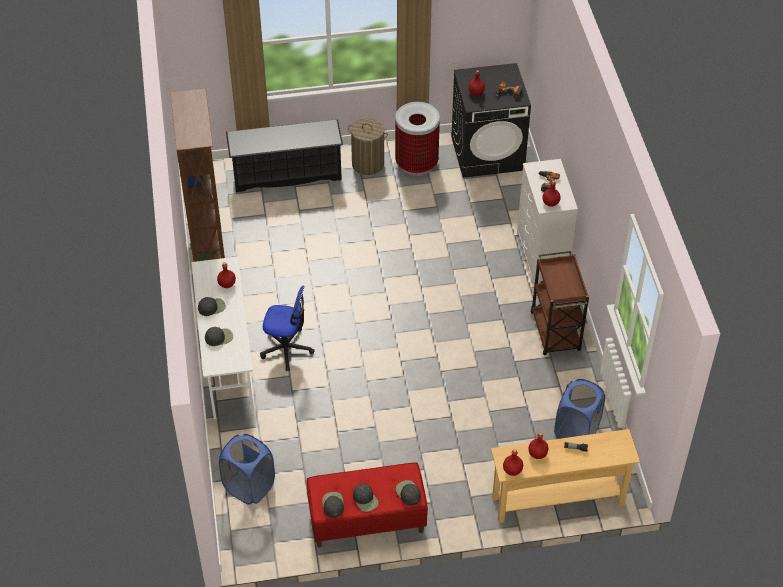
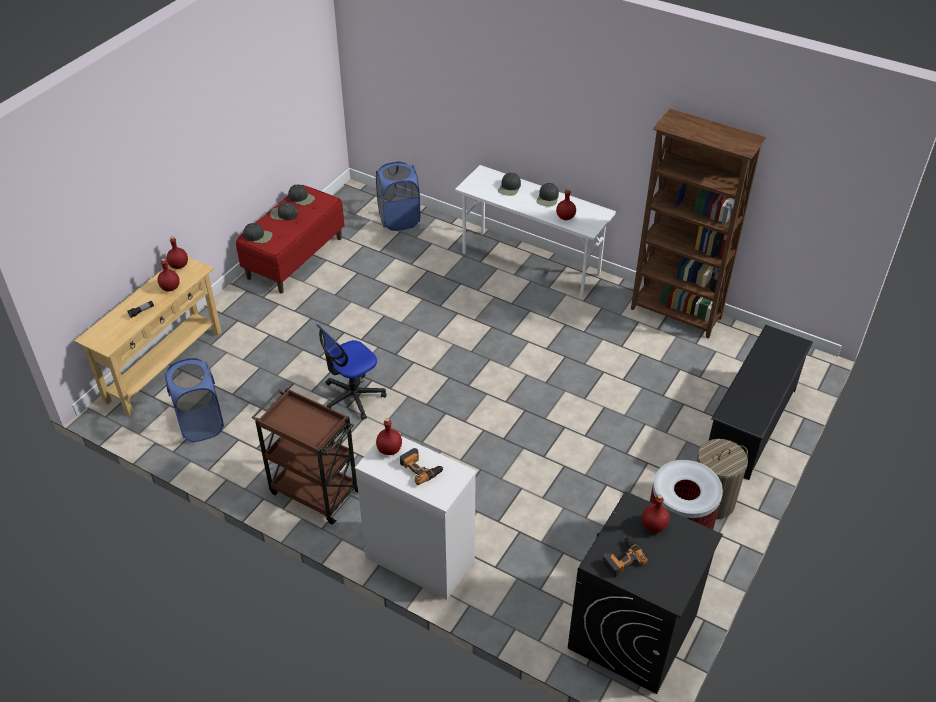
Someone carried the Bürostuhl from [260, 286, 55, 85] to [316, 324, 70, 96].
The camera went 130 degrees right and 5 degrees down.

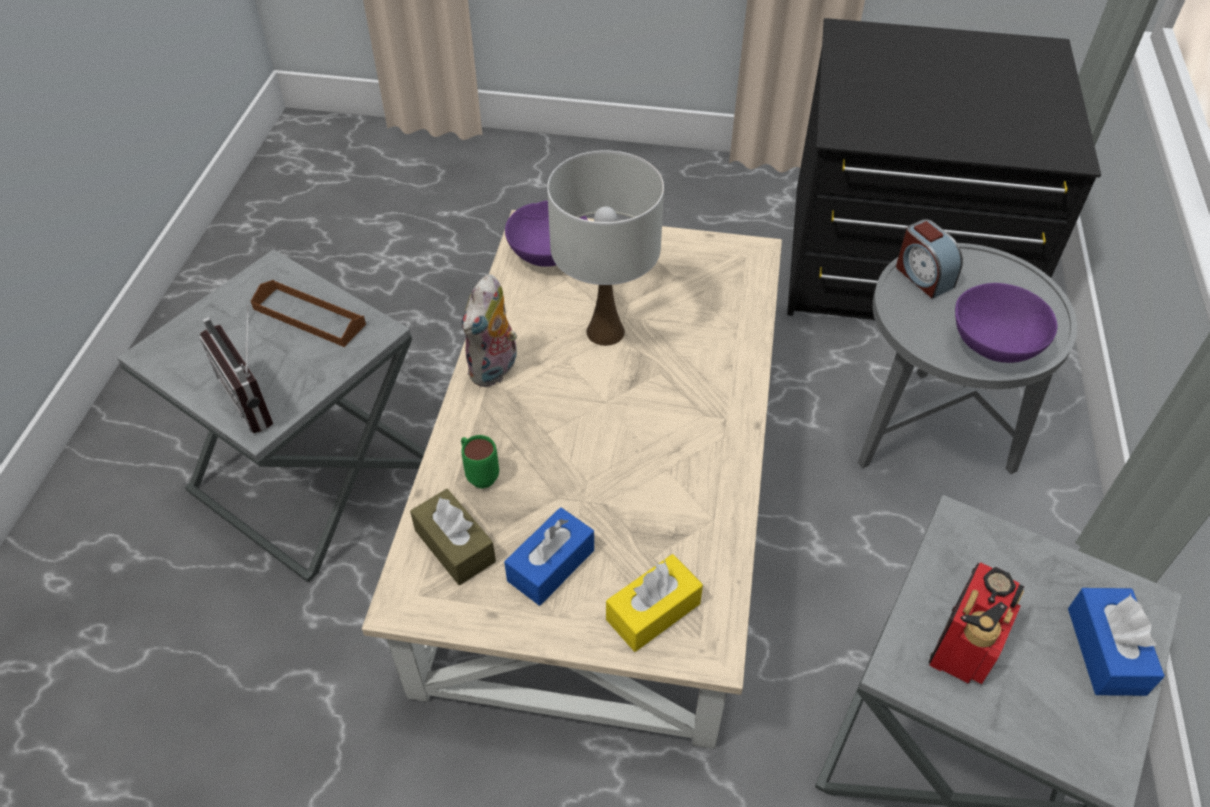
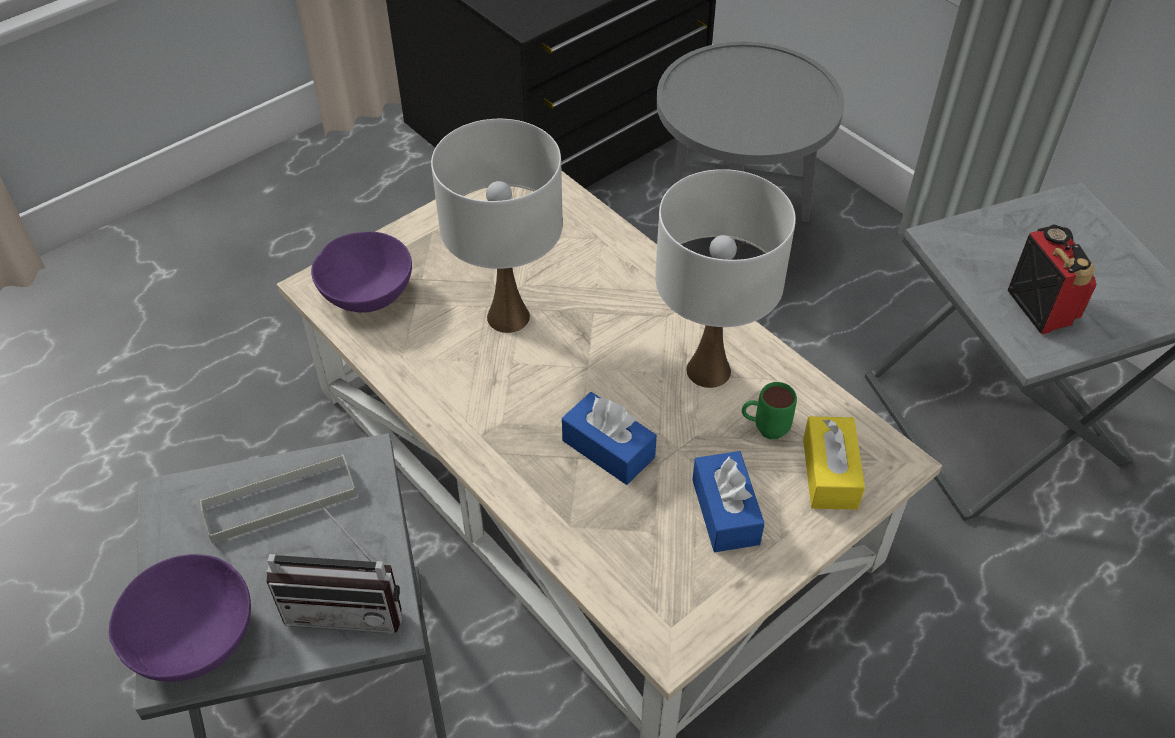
Someone repainted the Tablett (braun) at [251, 280, 115, 67], which became the Tablett (grau) at [200, 454, 157, 90].
Someone took away the Taschentuchbox (braun) at [410, 489, 86, 96].
Someone carried the Henkelbecher (grün) from [461, 435, 38, 54] to [742, 382, 55, 57].
Someone took away the Plüschtier at [462, 274, 55, 113].
Someone took away the Wecker at [896, 219, 67, 80].
Someone carried the Schüssel (lila) from [955, 283, 102, 80] to [109, 554, 142, 128].
Someone carried the Taschentuchbox (blau) from [1068, 588, 97, 108] to [562, 392, 95, 93].
Someone put down the Tischlampe (weiß) at [655, 169, 141, 219].
The camera went 50 degrees left and 0 degrees up.

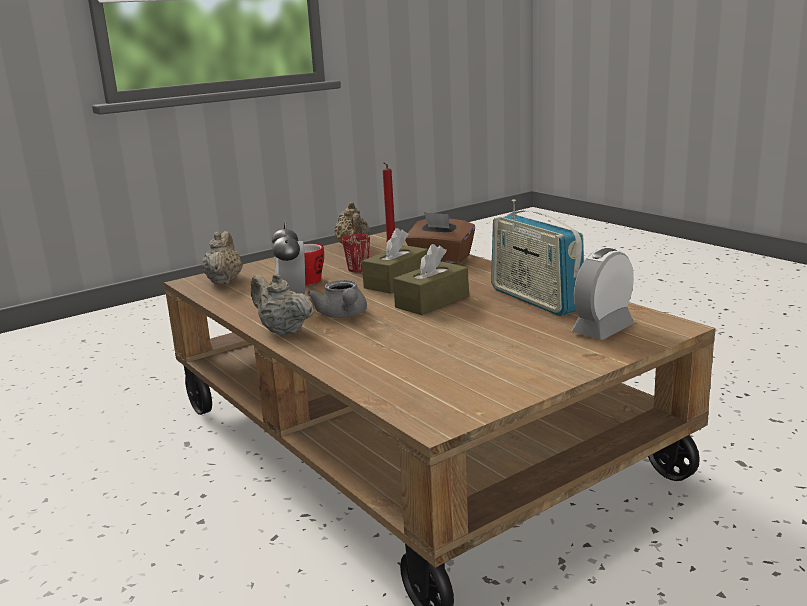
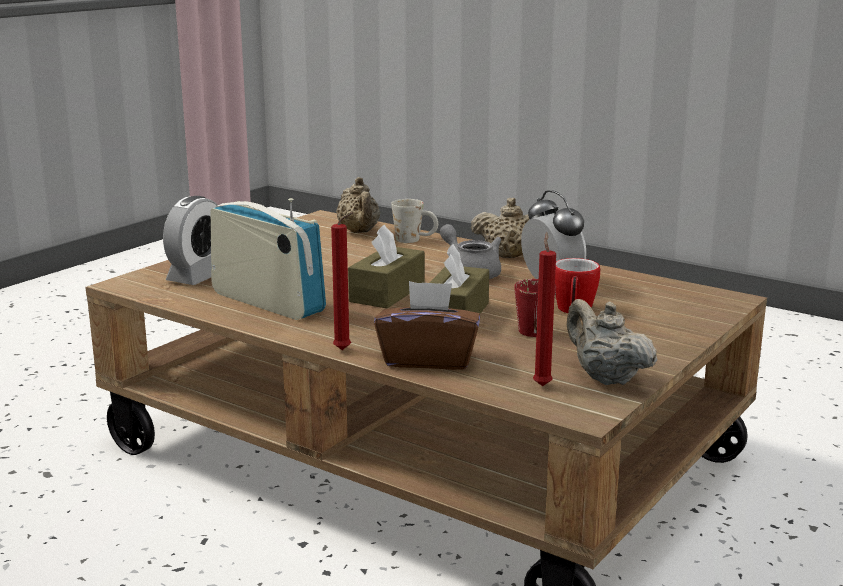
Someone carried the Teekanne (beige) from [202, 231, 41, 53] to [336, 177, 44, 56].
Someone put down the Kerze (rot) at [331, 212, 22, 138].
Someone put down the Henkelbecher (weiß) at [391, 199, 47, 44].
The camera went 160 degrees right and 0 degrees up.

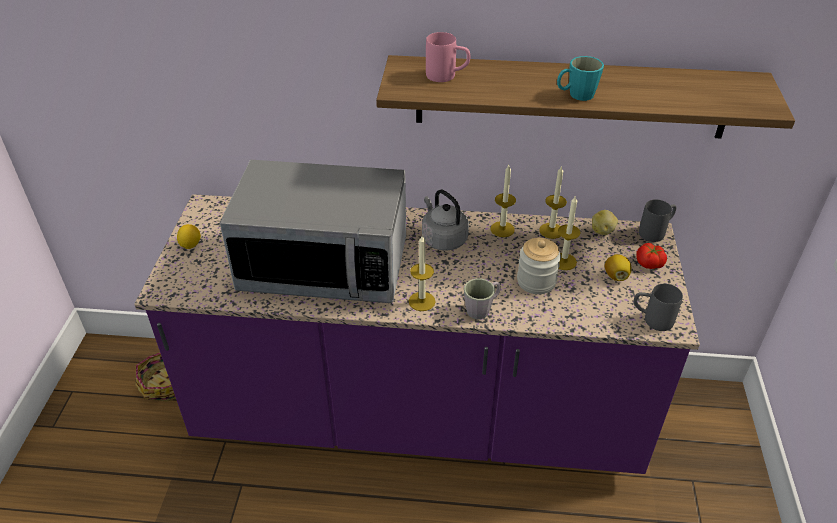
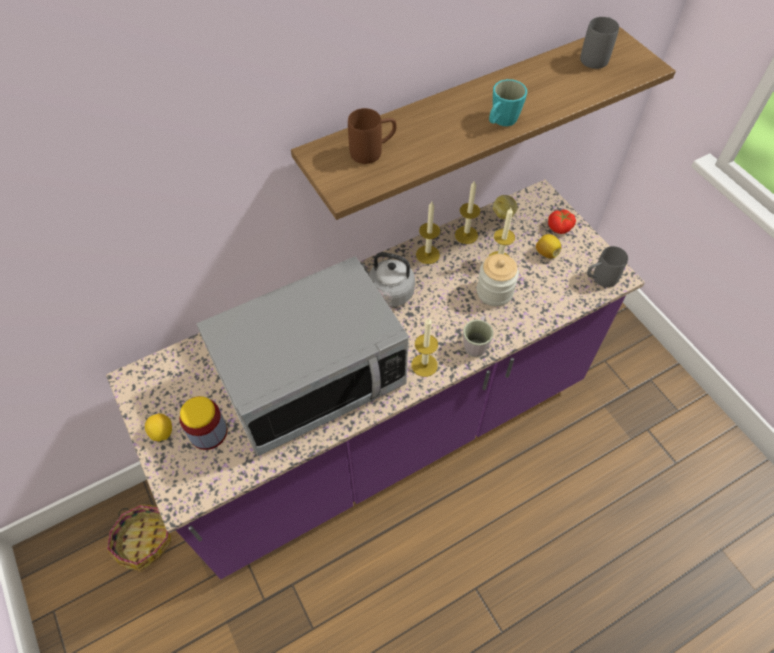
Someone repainted the Henkelbecher (rosa) at [426, 32, 44, 50], which became the Henkelbecher (braun) at [348, 108, 49, 56].
Someone carried the Henkelbecher (grau) from [639, 199, 37, 43] to [580, 17, 39, 52].
Someone put down the Vorratsglas at [180, 396, 47, 54].
The camera went 35 degrees left and 15 degrees up.

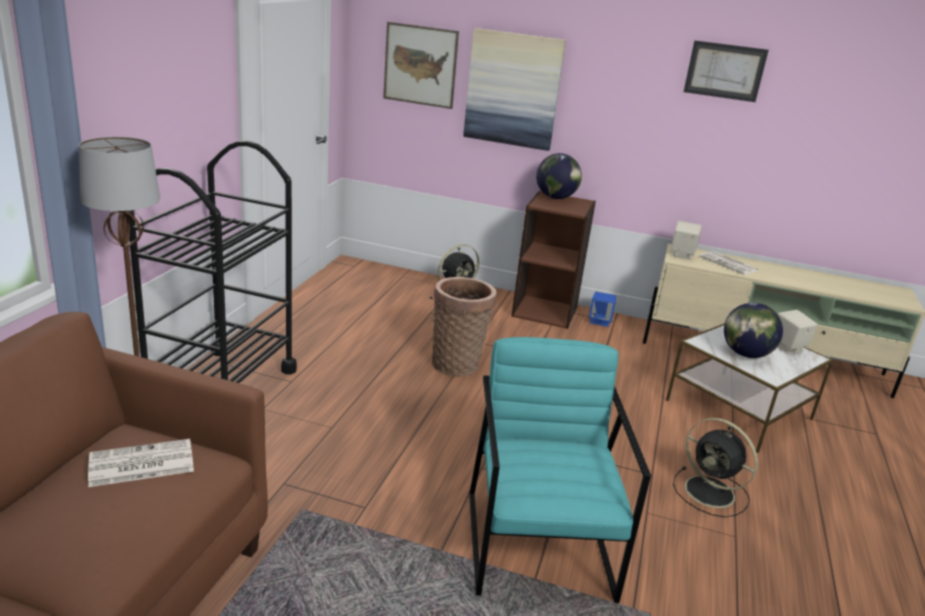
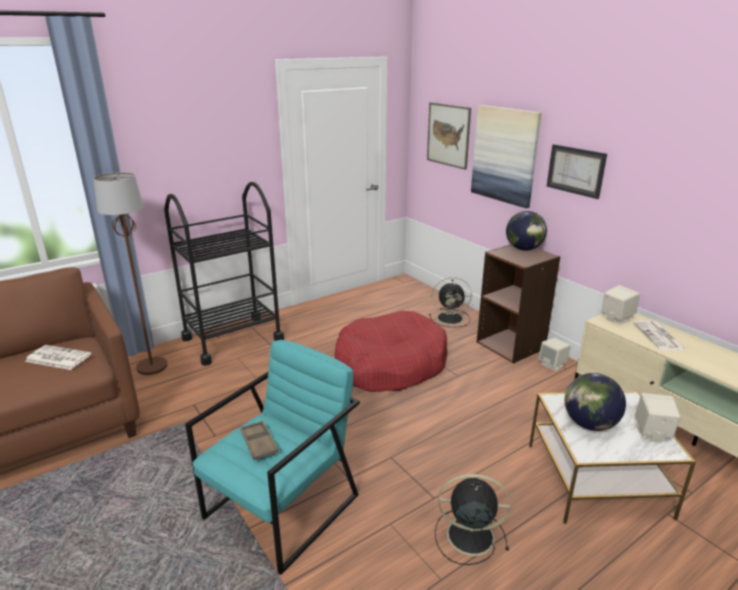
Someone swapped the Korb at [432, 277, 64, 99] for the Hundebett (rot) at [334, 311, 114, 81].
Someone repainted the Lautsprecher (blau) at [589, 292, 27, 35], which became the Lautsprecher (beige) at [538, 338, 33, 33].
Someone rotated the Ventilator (schwarz) at [673, 418, 85, 99] by 105 degrees clockwise.
Someone carried the Bild from [684, 40, 85, 62] to [546, 144, 61, 55].
Someone put down the Tablett (braun) at [240, 421, 38, 39].
The camera went 40 degrees right and 0 degrees up.

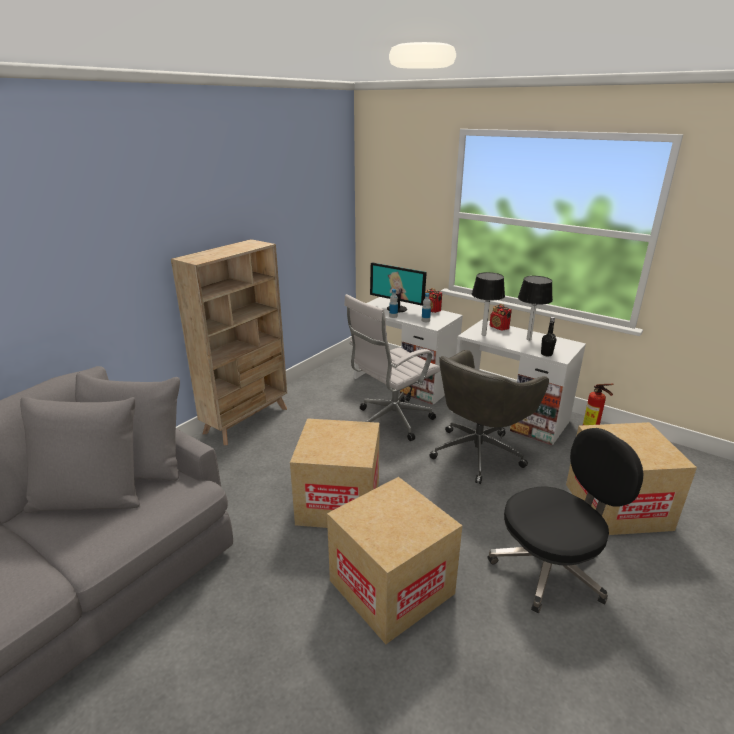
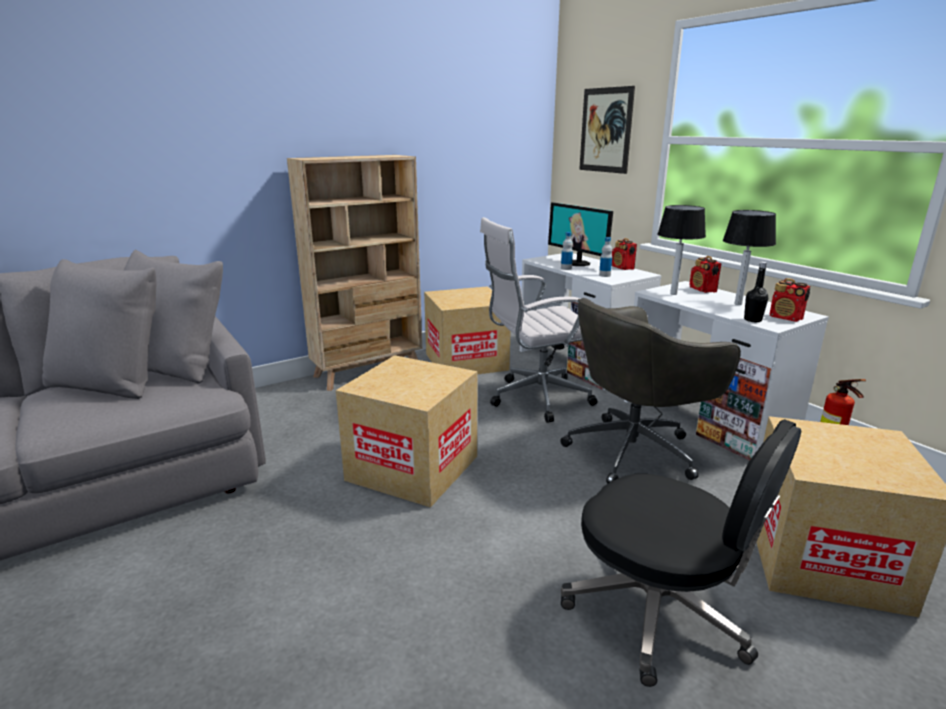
Someone carried the Karton from [327, 477, 136, 167] to [424, 286, 86, 89].
Someone rotated the Bürostuhl (schwarz) at [487, 428, 156, 186] by 45 degrees clockwise.
Someone put up the Bild at [579, 86, 56, 88].
Someone put down the Radio at [770, 278, 40, 44].
The camera went 20 degrees right and 5 degrees down.

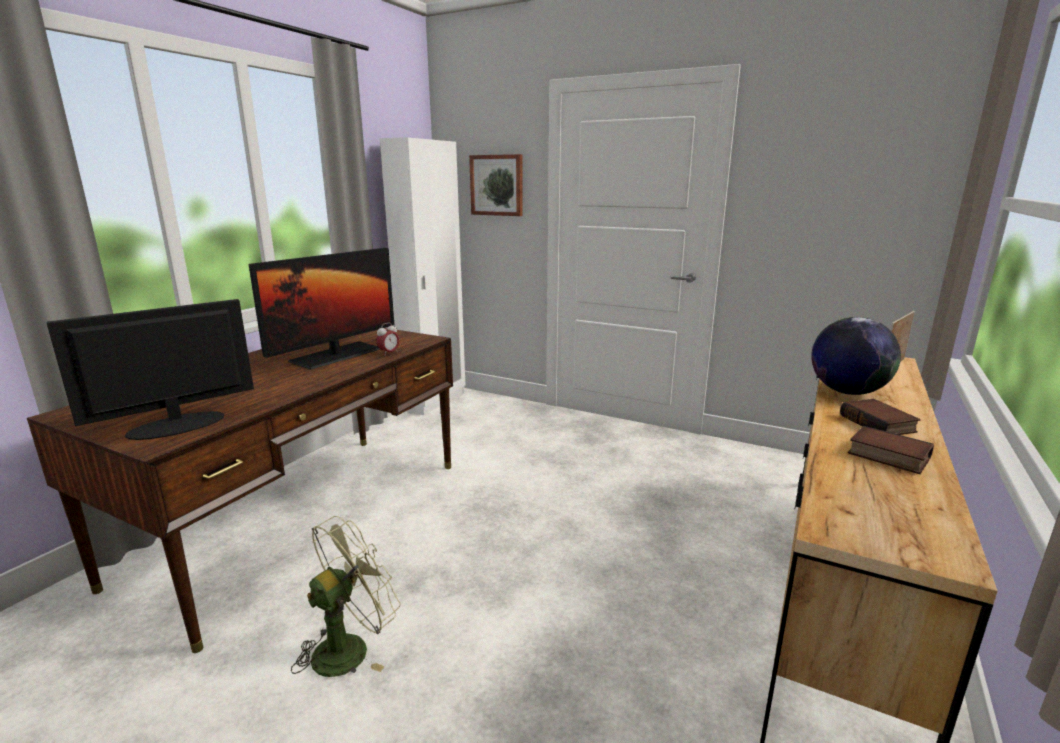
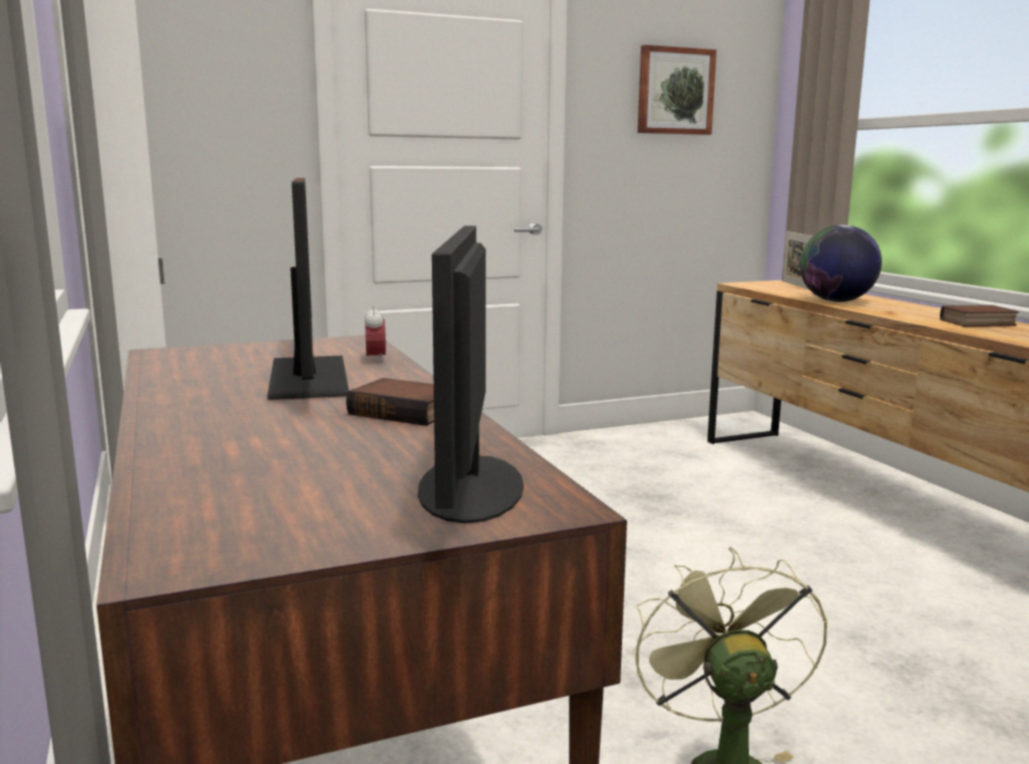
Someone carried the Bild from [469, 154, 54, 62] to [638, 45, 79, 90].
Someone carried the Buch from [840, 399, 80, 36] to [346, 378, 88, 48].
The camera went 50 degrees left and 5 degrees down.

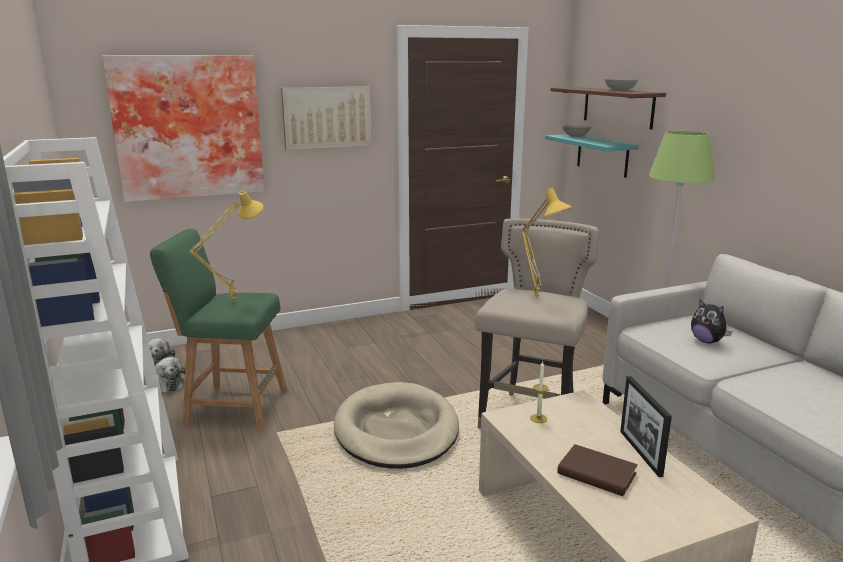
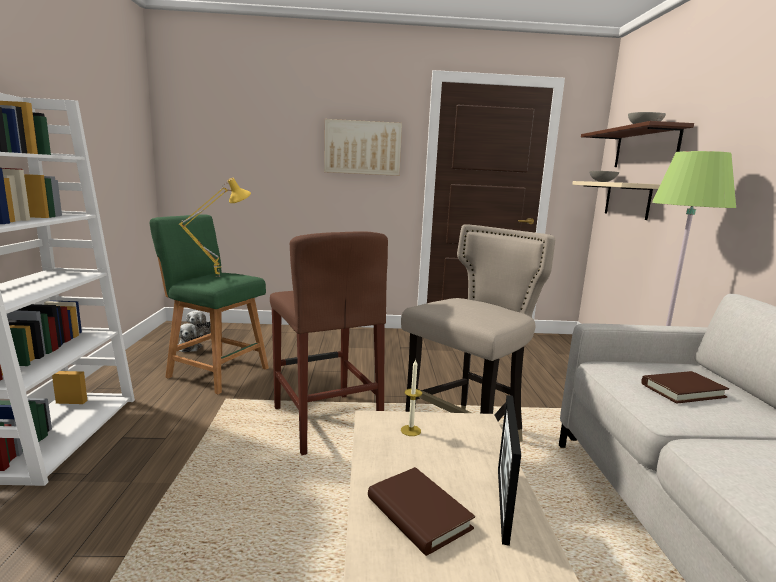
Someone took away the Bild at [102, 55, 162, 147].
Someone swapped the Hundebett (beige) at [334, 382, 125, 87] for the Hocker (braun) at [270, 231, 118, 224].
Someone took away the Tischlampe (gelb) at [522, 188, 50, 111].
Someone repainted the Wandregal (türkis) at [545, 134, 93, 44], which became the Wandregal (beige) at [572, 181, 88, 39].
Someone swapped the Plüschtier at [691, 299, 42, 44] for the Buch (braun) at [641, 371, 88, 33].
The camera went 20 degrees right and 5 degrees down.

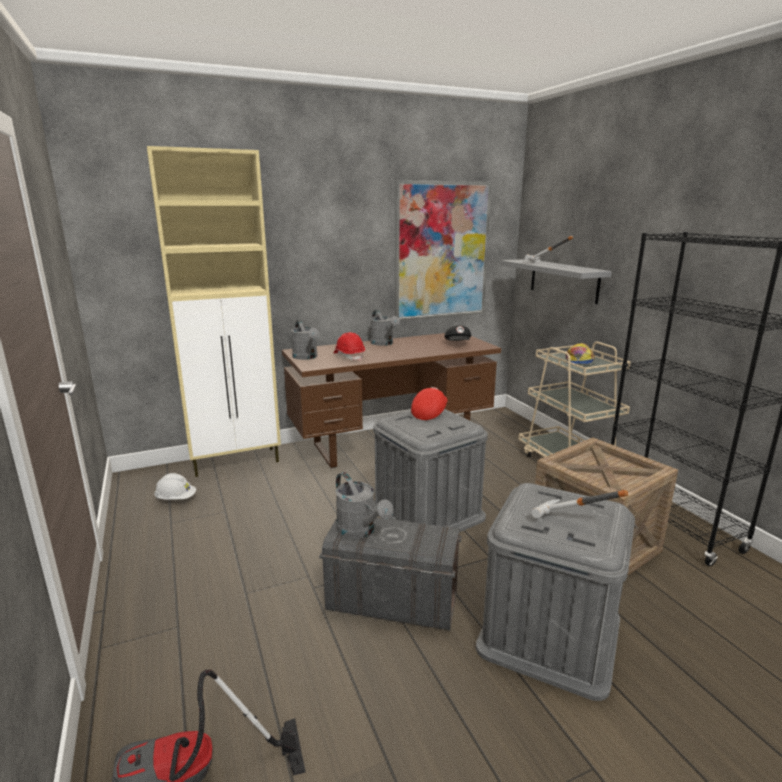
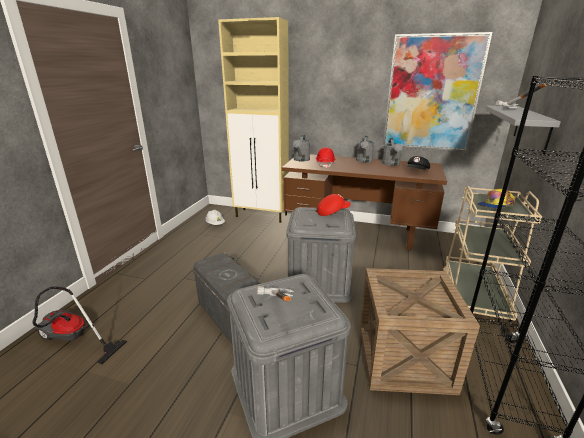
Someone carried the Gießkanne (grau) from [335, 472, 58, 67] to [382, 138, 21, 28].
The camera went 40 degrees right and 5 degrees up.

